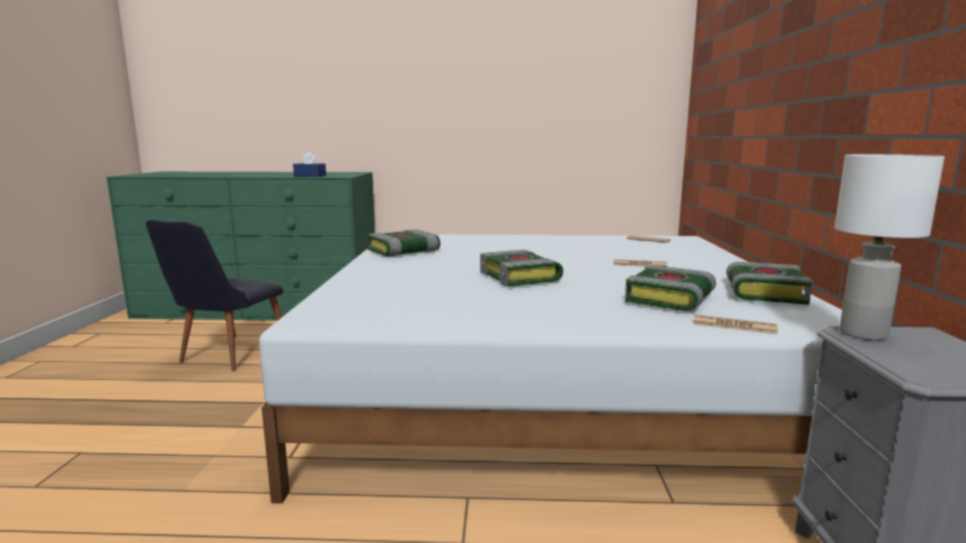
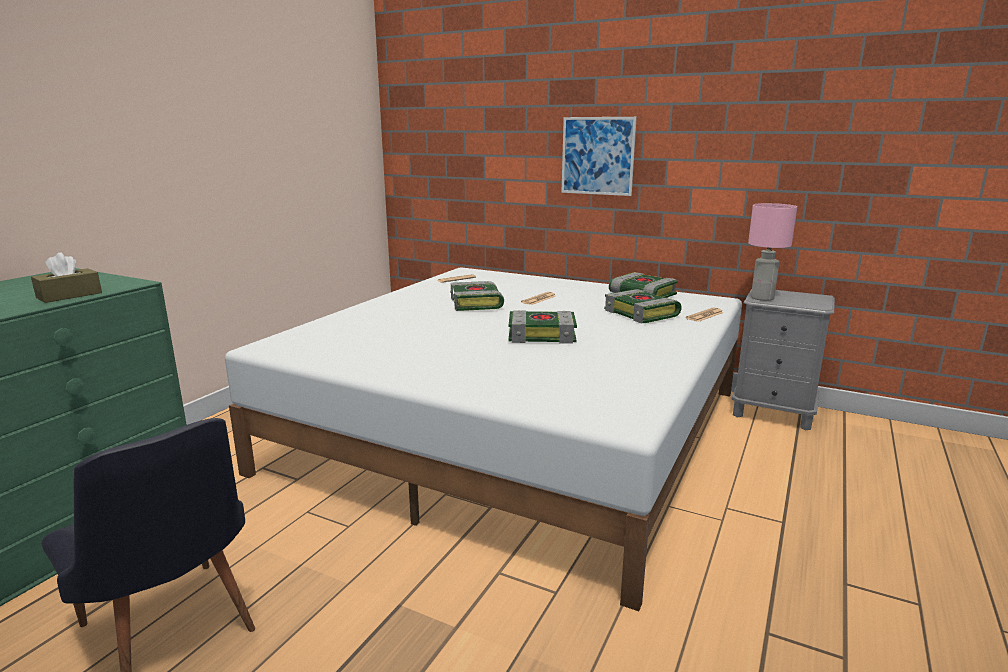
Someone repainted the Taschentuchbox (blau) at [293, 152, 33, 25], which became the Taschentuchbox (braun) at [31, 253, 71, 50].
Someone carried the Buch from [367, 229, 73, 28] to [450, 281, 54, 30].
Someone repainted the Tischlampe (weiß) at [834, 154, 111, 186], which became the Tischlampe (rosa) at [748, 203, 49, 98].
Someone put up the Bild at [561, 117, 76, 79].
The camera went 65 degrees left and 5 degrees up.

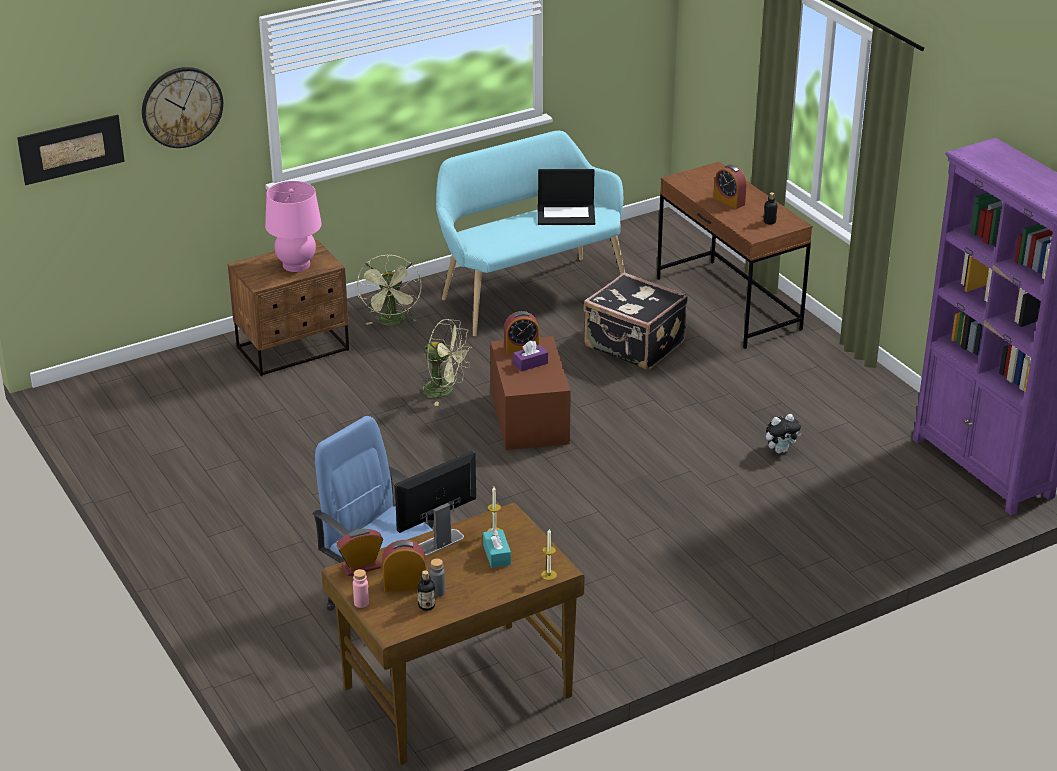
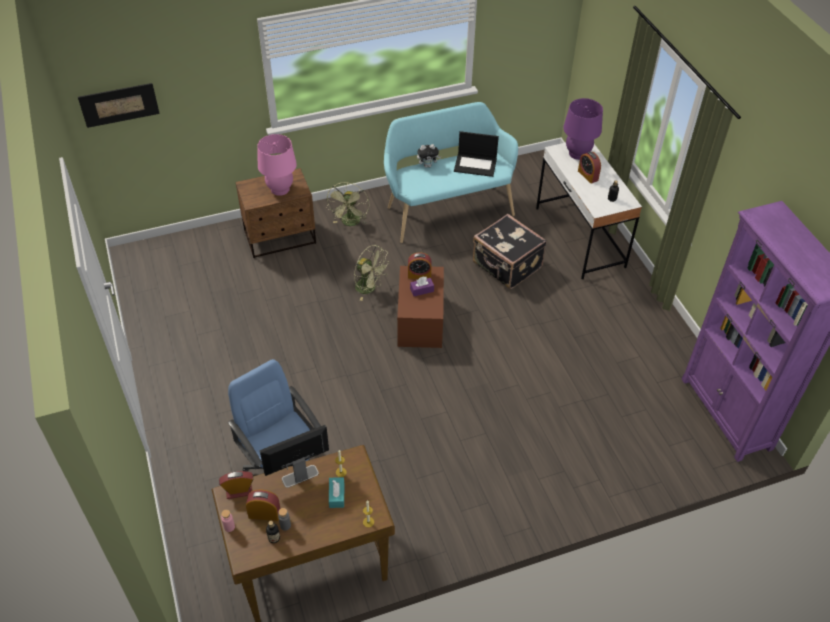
Someone took away the Wanduhr at [142, 67, 81, 81].
Someone repainted the Schreibtisch (braun) at [657, 162, 155, 187], which became the Schreibtisch (weiß) at [536, 143, 106, 136].
Someone carried the Plüschtier from [766, 414, 35, 39] to [417, 144, 24, 24].
Someone put down the Tischlampe (lila) at [563, 98, 40, 62].
The camera went 10 degrees right and 15 degrees up.

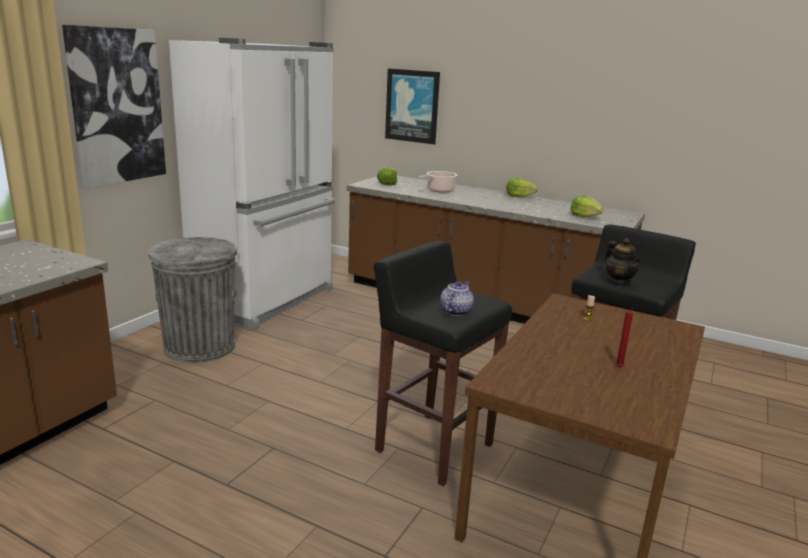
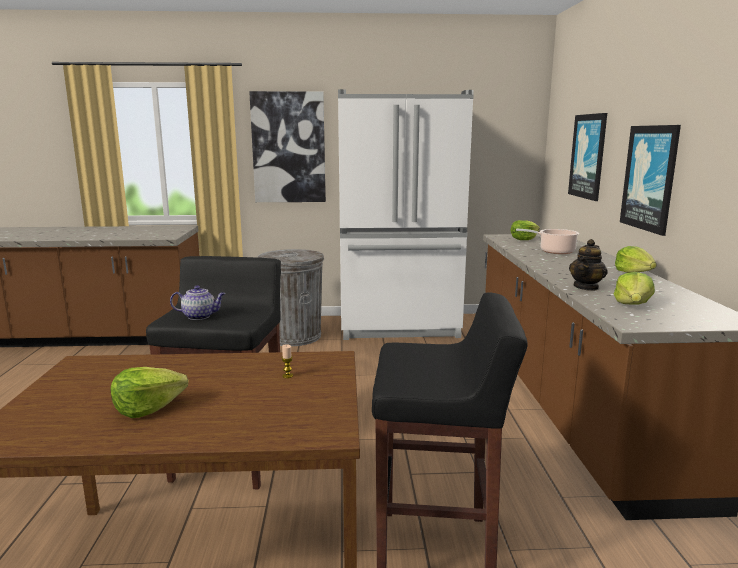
Someone carried the Teekanne from [604, 238, 39, 48] to [569, 239, 39, 52].
Someone swapped the Kerze (rot) at [616, 308, 18, 60] for the Salatkopf at [111, 367, 77, 51].
Someone put up the Bild at [620, 125, 61, 111].
The camera went 60 degrees right and 5 degrees down.

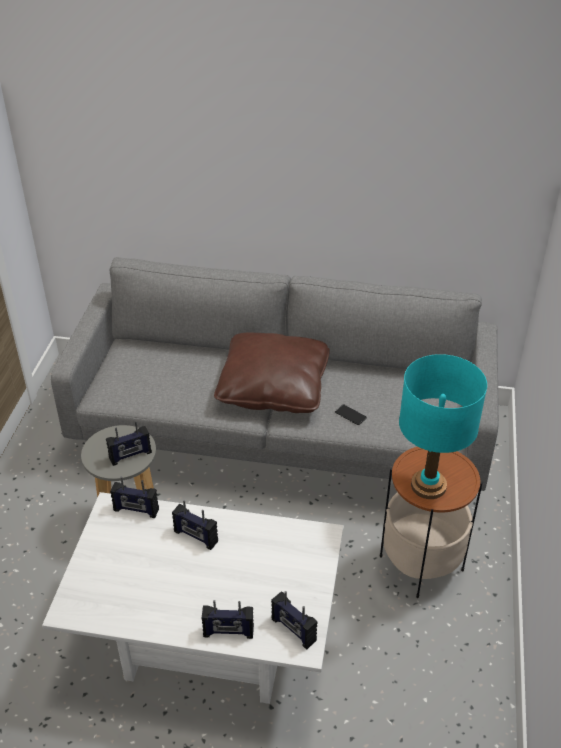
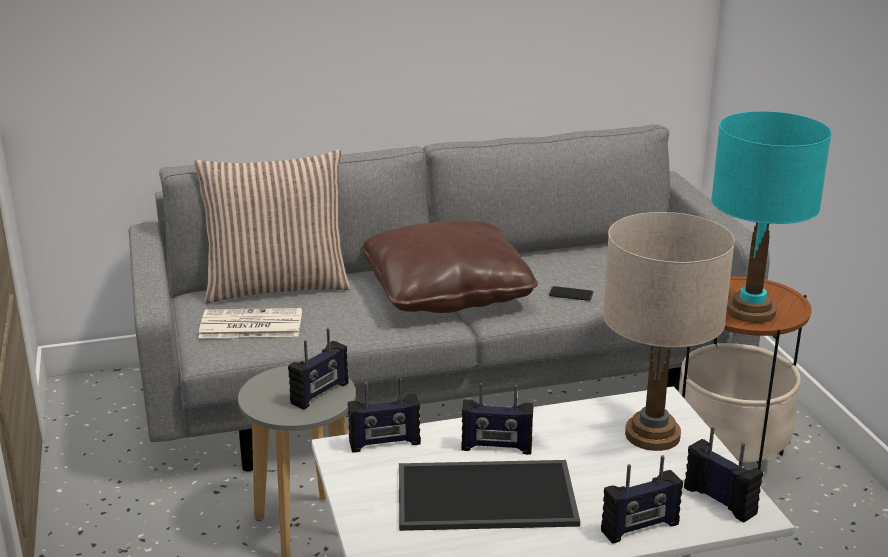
Someone rotated the Radio at [271, 591, 47, 58] by 150 degrees counterclockwise.
Someone put down the Kissen at [194, 150, 157, 153].
Someone put down the Zeitung at [198, 308, 104, 30].
Someone put down the Tablett at [399, 460, 181, 71].
Someone put down the Tischlampe (beige) at [603, 212, 132, 239].
The camera went 25 degrees left and 15 degrees down.

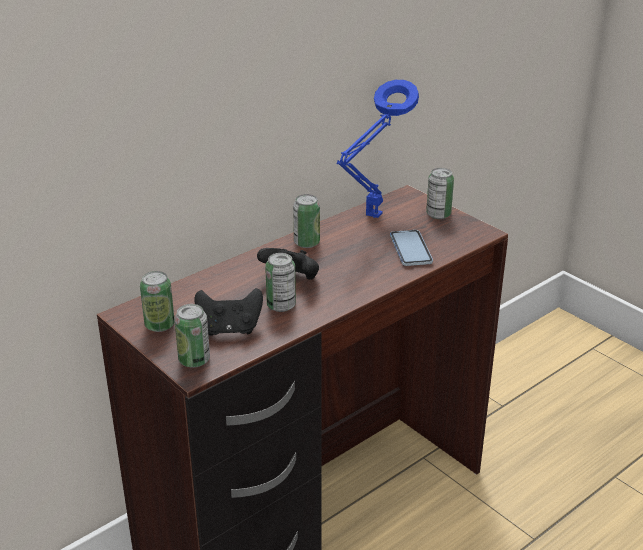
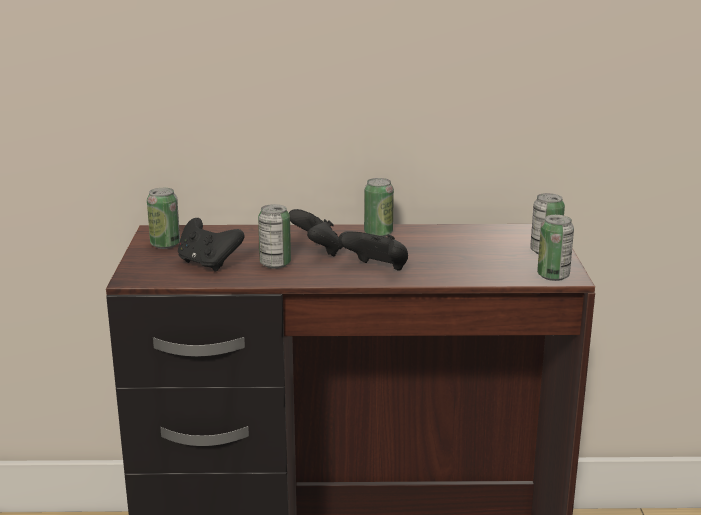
Someone carried the Dose from [174, 304, 36, 64] to [537, 215, 37, 66].
Someone took away the Tischlampe (blau) at [337, 80, 82, 138].
Someone took away the Handy at [390, 230, 43, 36].
Someone put down the Gamepad (schwarz) at [338, 231, 70, 40].
The camera went 40 degrees right and 10 degrees down.

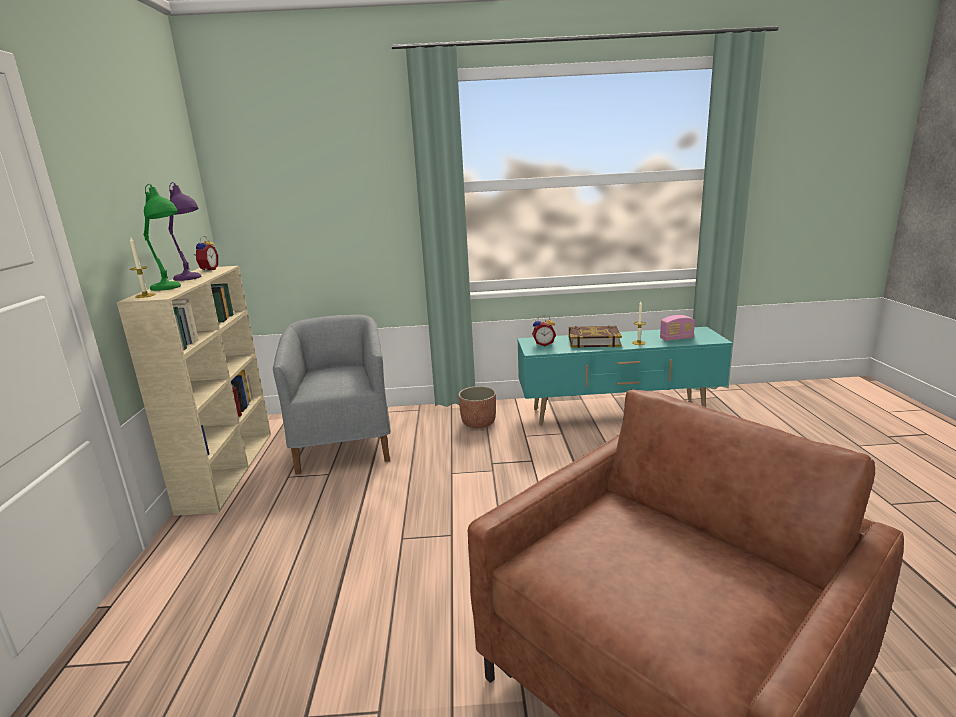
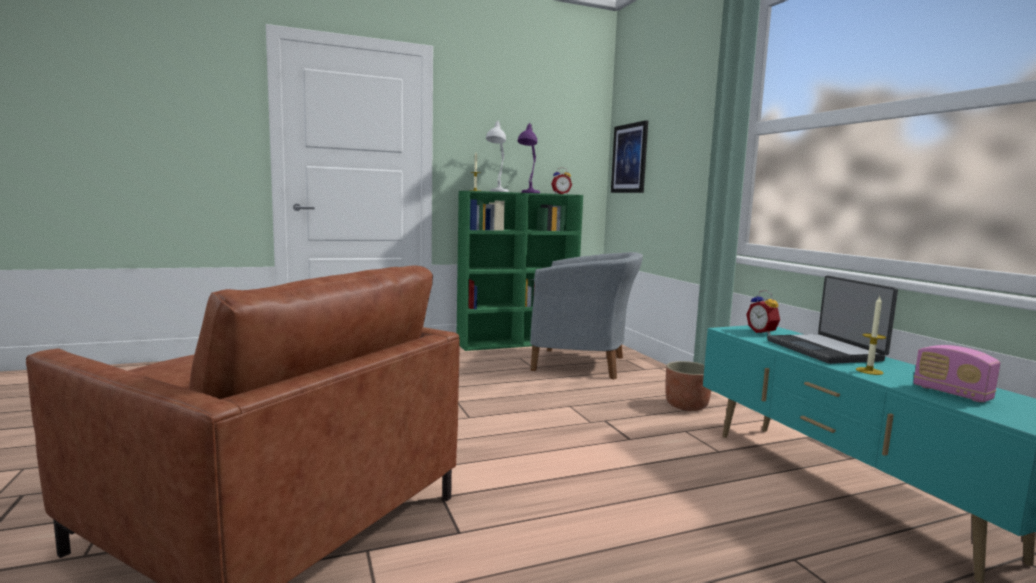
Someone repainted the Bücherregal (beige) at [117, 266, 154, 250], which became the Bücherregal (grün) at [457, 191, 126, 160].
Someone repainted the Tischlampe (grün) at [143, 184, 38, 107], which became the Tischlampe (weiß) at [486, 120, 23, 72].
Someone rotated the Sessel (grau) at [273, 315, 118, 160] by 45 degrees clockwise.
Someone swapped the Buch at [569, 325, 53, 23] for the Laptop at [767, 275, 131, 89].
Someone put up the Bild at [611, 120, 37, 73].
The camera went 70 degrees right and 10 degrees down.

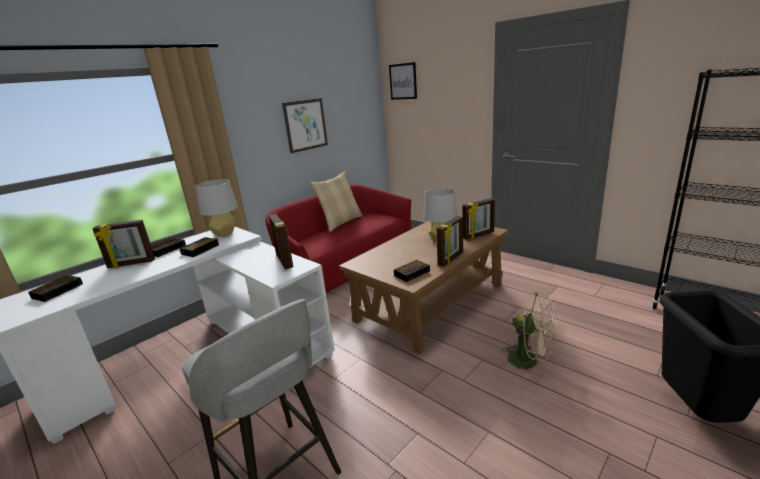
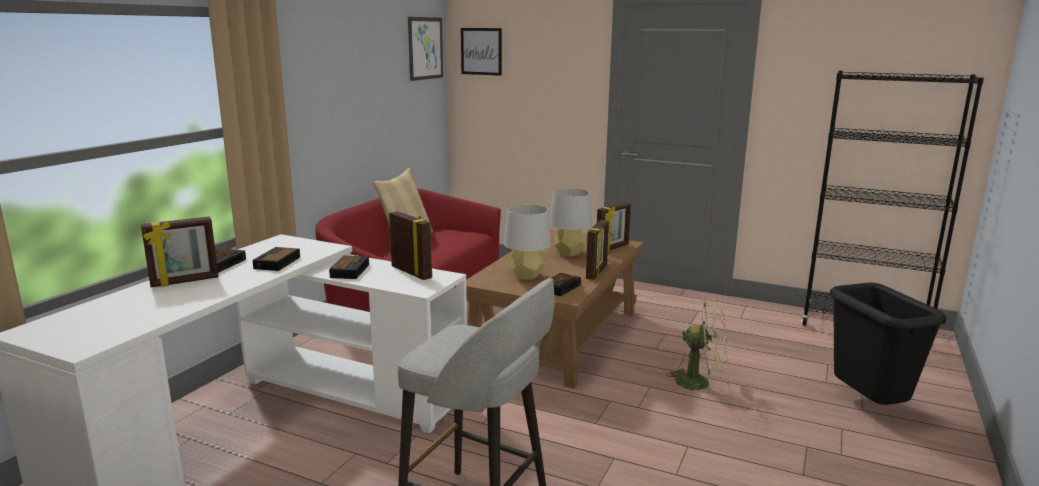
Someone carried the Wecker from [28, 275, 55, 27] to [329, 255, 40, 24].
Someone carried the Tischlampe (grau) from [195, 179, 43, 58] to [504, 205, 47, 75].
Someone carried the Bild from [282, 98, 46, 55] to [408, 17, 35, 64].
The camera went 20 degrees left and 5 degrees down.

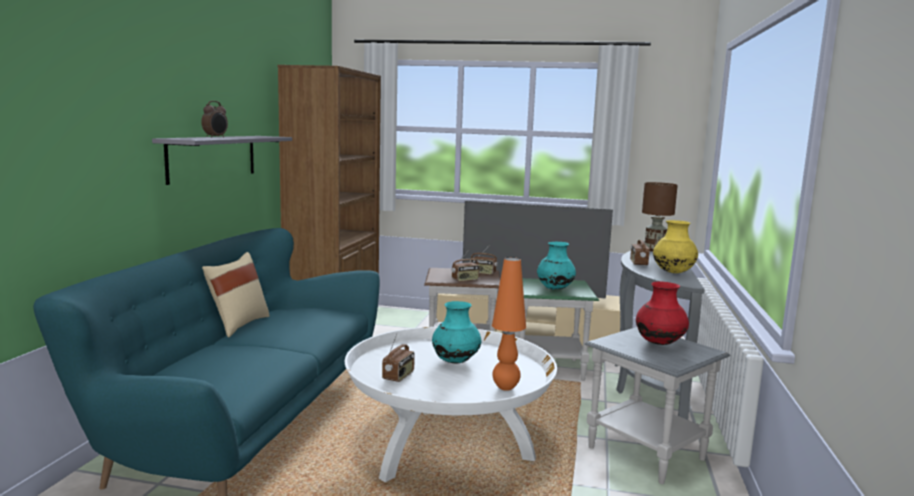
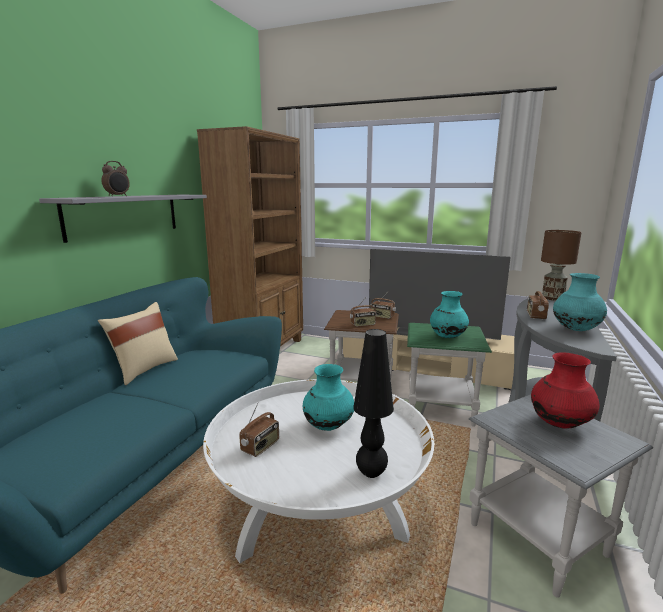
Someone repainted the Tischlampe (orange) at [492, 257, 34, 134], which became the Tischlampe (schwarz) at [353, 329, 41, 149].
Someone repainted the Vase (gelb) at [653, 220, 45, 53], which became the Vase (türkis) at [553, 273, 54, 58].
The camera went 10 degrees right and 5 degrees up.

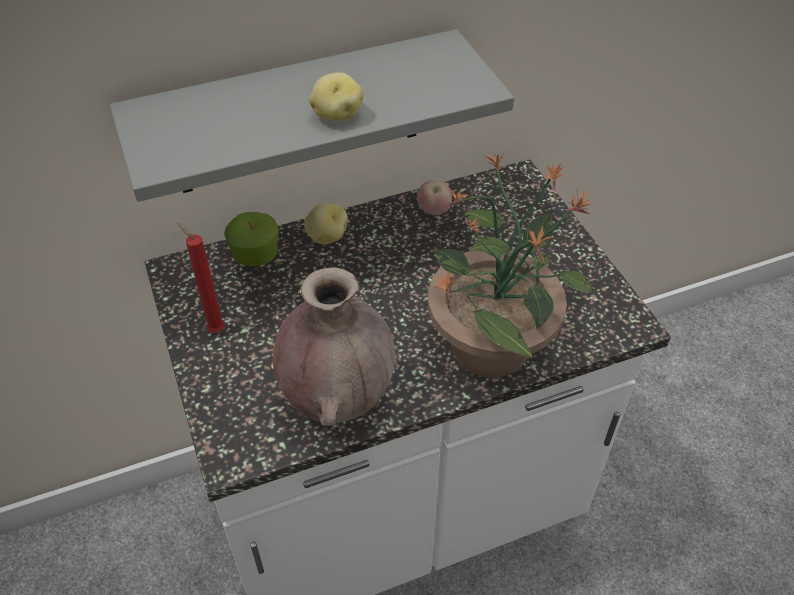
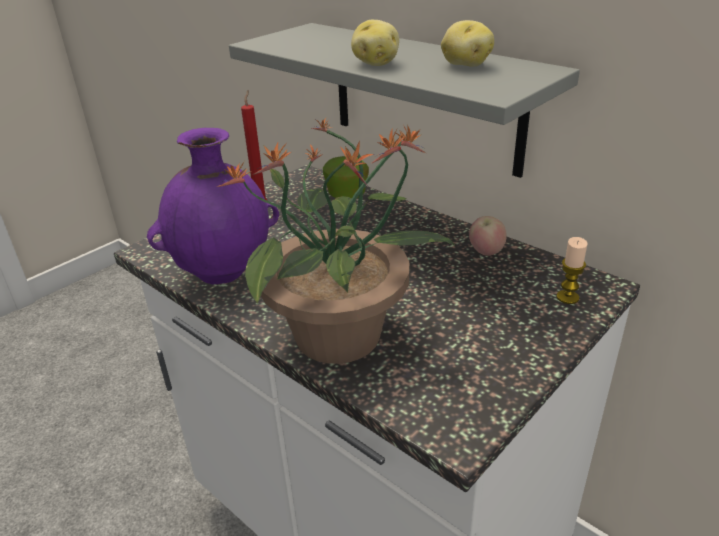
Someone repainted the Vase (braun) at [273, 267, 122, 159], which became the Vase (lila) at [147, 128, 132, 156].
Someone carried the Kartoffel from [304, 203, 44, 41] to [441, 20, 53, 47].
Someone put down the Kerze at [556, 237, 32, 67].
The camera went 65 degrees right and 15 degrees down.

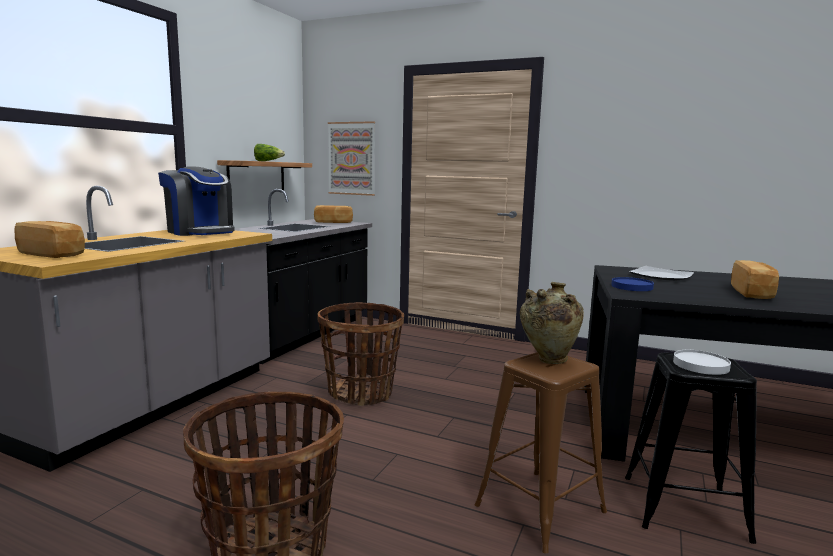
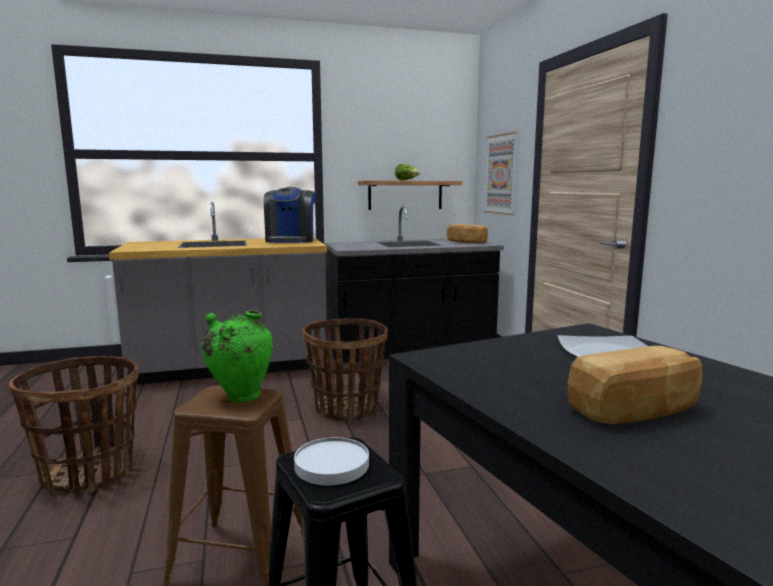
Someone took away the Brot at [15, 221, 70, 37].
Someone repainted the Vase (beige) at [520, 282, 64, 82], which became the Vase (grün) at [201, 310, 72, 93].
Someone took away the Teller (blau) at [611, 277, 43, 14].
The camera went 50 degrees right and 0 degrees up.

